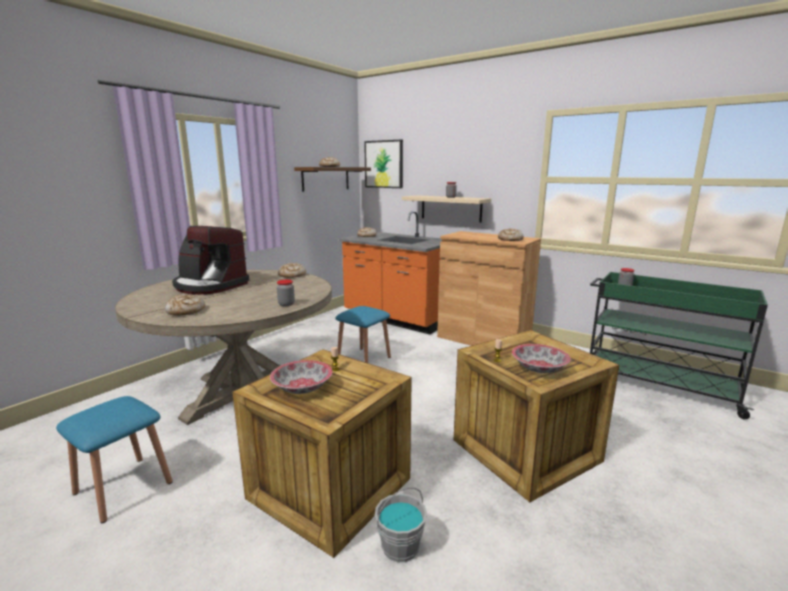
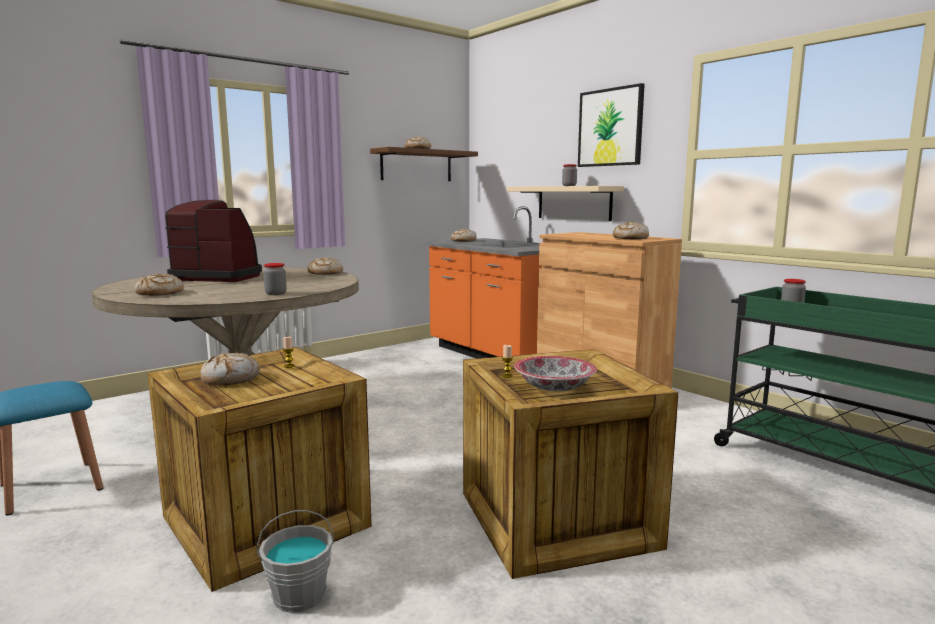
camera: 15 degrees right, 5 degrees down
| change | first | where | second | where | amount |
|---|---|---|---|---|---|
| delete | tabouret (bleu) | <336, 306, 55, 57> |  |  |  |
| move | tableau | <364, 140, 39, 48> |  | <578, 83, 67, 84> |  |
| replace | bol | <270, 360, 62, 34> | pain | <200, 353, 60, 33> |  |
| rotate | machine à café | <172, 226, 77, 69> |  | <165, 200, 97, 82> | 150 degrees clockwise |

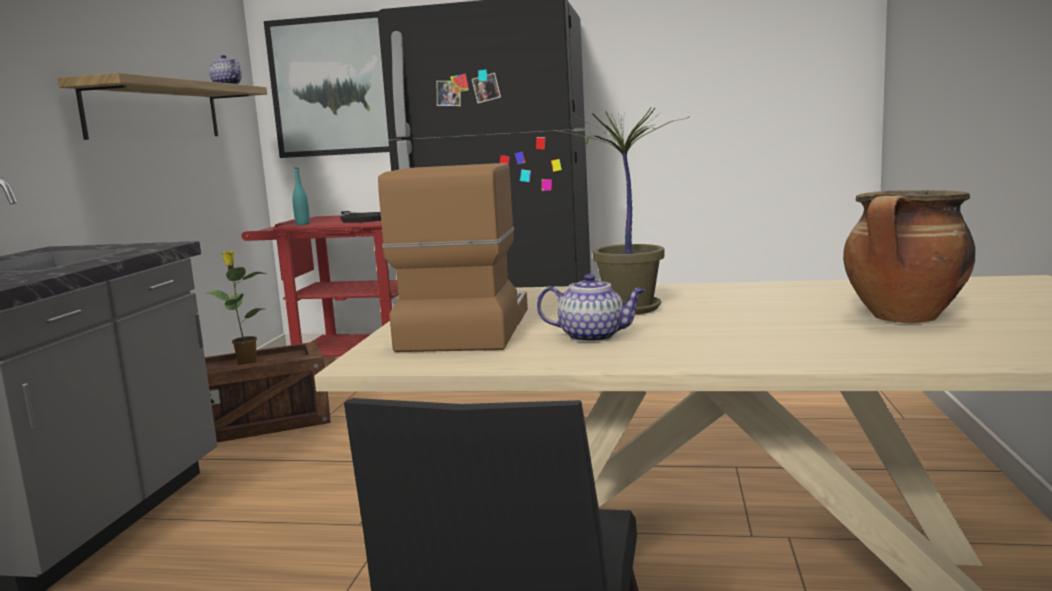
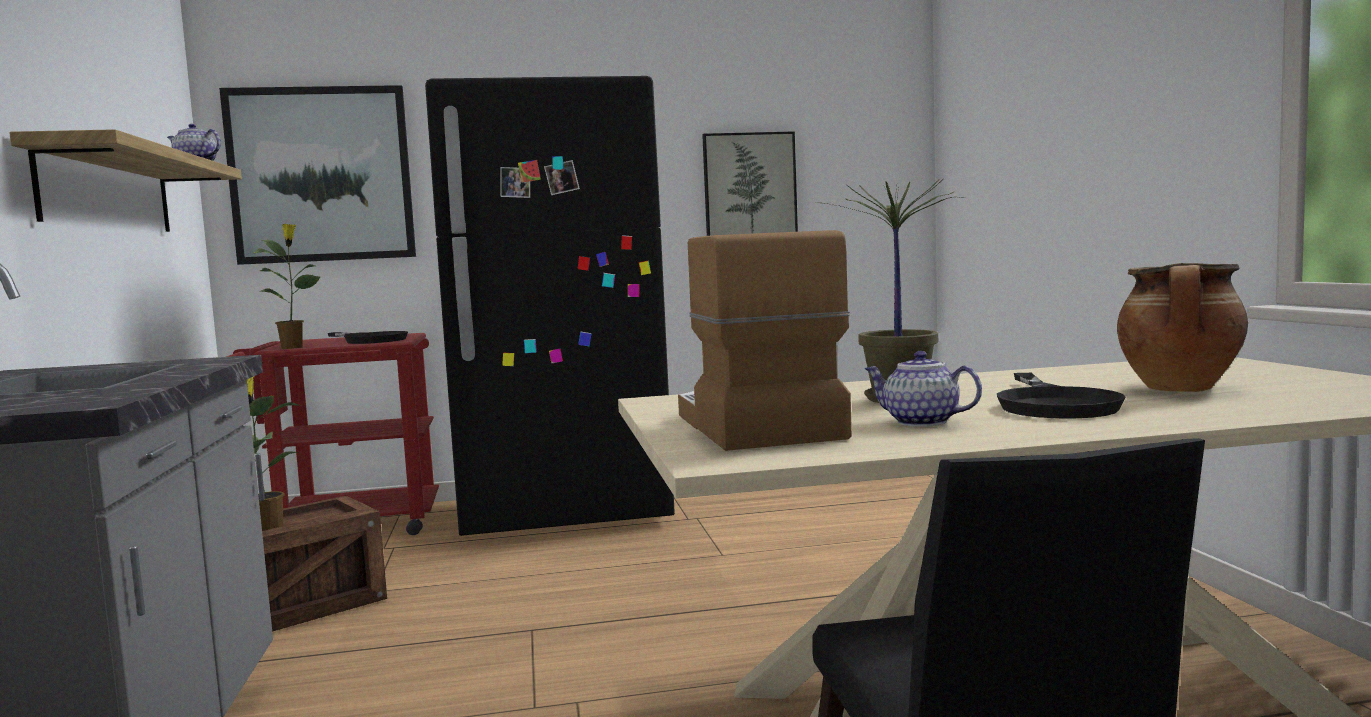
camera: 20 degrees left, 5 degrees down
| change | first | where | second | where | amount |
|---|---|---|---|---|---|
| insert |  |  | tableau | <702, 131, 96, 105> |  |
| insert |  |  | poêle (noir) | <997, 373, 128, 46> |  |
| replace | bouteille (turquoise) | <292, 168, 18, 57> | plante en pot | <254, 224, 66, 125> |  |
| rotate | théière | <537, 273, 108, 69> |  | <865, 351, 117, 76> | 135 degrees counterclockwise |

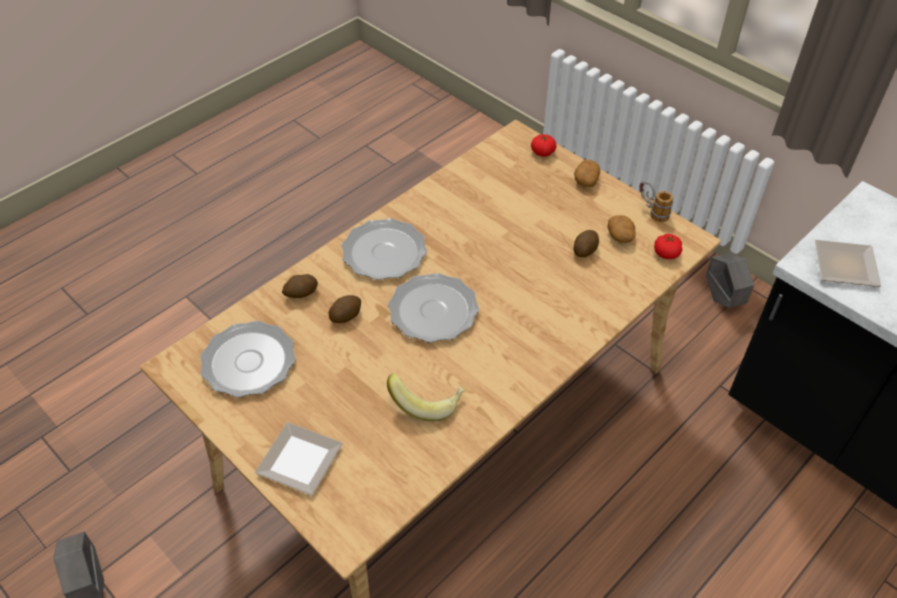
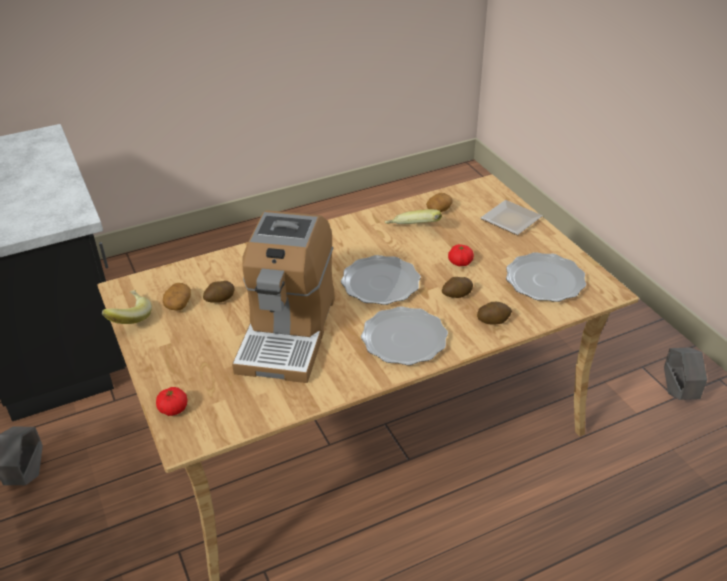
camera: 160 degrees left, 10 degrees down
| change | first | where | second | where | amount |
|---|---|---|---|---|---|
| delete | assiette | <815, 240, 66, 47> |  |  |  |
| insert |  |  | machine à café | <232, 210, 103, 173> |  |
| move | pomme de terre | <574, 159, 26, 28> |  | <426, 193, 26, 19> |  |
| move | tomate | <654, 234, 28, 25> |  | <448, 244, 26, 22> |  |
| replace | mug | <639, 181, 34, 41> | banane | <102, 290, 50, 34> |  |

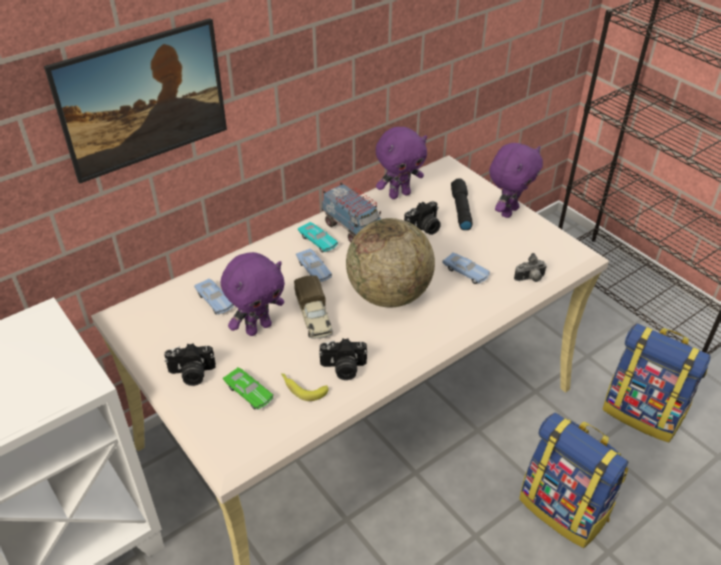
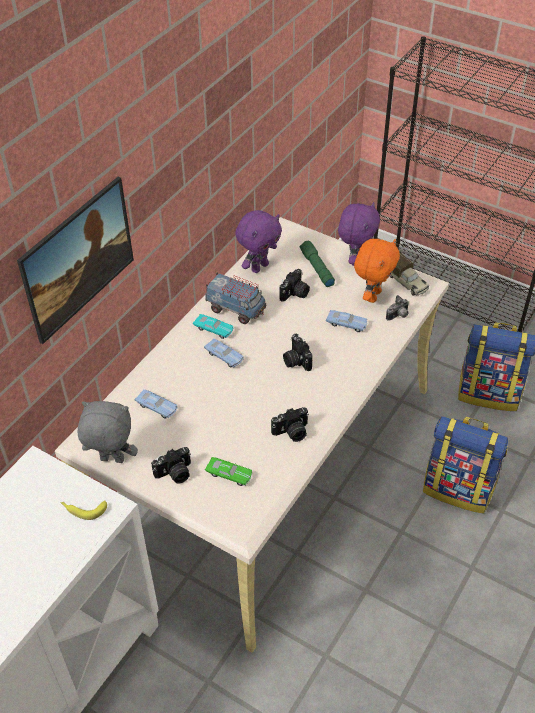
camera: 20 degrees left, 5 degrees up
| change | first | where | second | where | amount |
|---|---|---|---|---|---|
| delete | peluche (violet) | <221, 252, 64, 84> |  |  |  |
| insert |  |  | peluche (gris) | <78, 401, 60, 62> |  |
| insert |  |  | peluche (orange) | <354, 239, 46, 64> |  |
| move | banane | <281, 373, 47, 28> |  | <60, 500, 47, 20> |  |
| move | camion jouet | <294, 275, 39, 64> |  | <389, 252, 40, 44> |  |
| replace | globe | <346, 218, 89, 90> | appareil photo | <283, 334, 30, 37> |  |
| recolor | lampe de poche (noir) | <451, 178, 22, 52> | lampe de poche (vert) | <300, 241, 35, 46> |  |

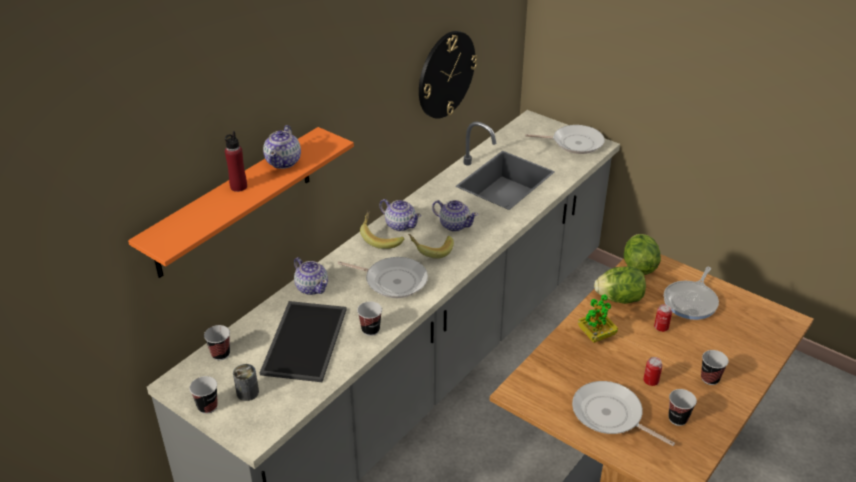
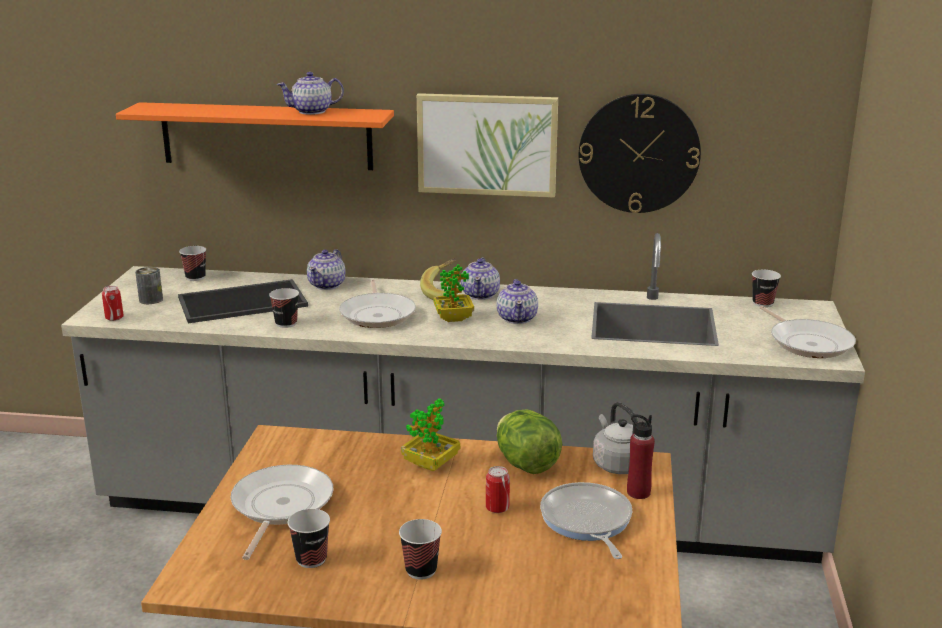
camera: 60 degrees right, 15 degrees down
| change | first | where | second | where | amount |
|---|---|---|---|---|---|
| insert |  |  | tableau | <417, 93, 141, 105> |  |
| move | tasse | <189, 376, 29, 38> |  | <752, 270, 29, 37> |  |
| move | bouteille (rouge) | <225, 131, 22, 61> |  | <627, 415, 28, 84> |  |
| move | boîte métallique | <643, 357, 19, 29> |  | <102, 286, 22, 35> |  |
| replace | banane | <408, 234, 46, 25> | plante en pot | <433, 264, 41, 58> |  |
| replace | laitue | <624, 234, 37, 41> | bouilloire (gris) | <593, 402, 45, 72> |  |
| rotate | poêle | <664, 267, 55, 53> |  | <540, 482, 92, 77> | 75 degrees clockwise |

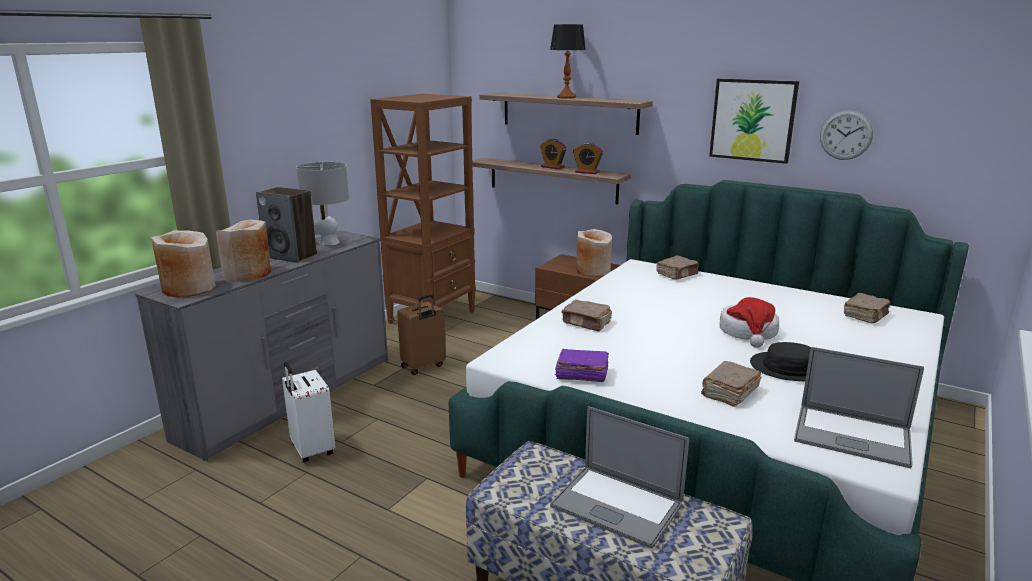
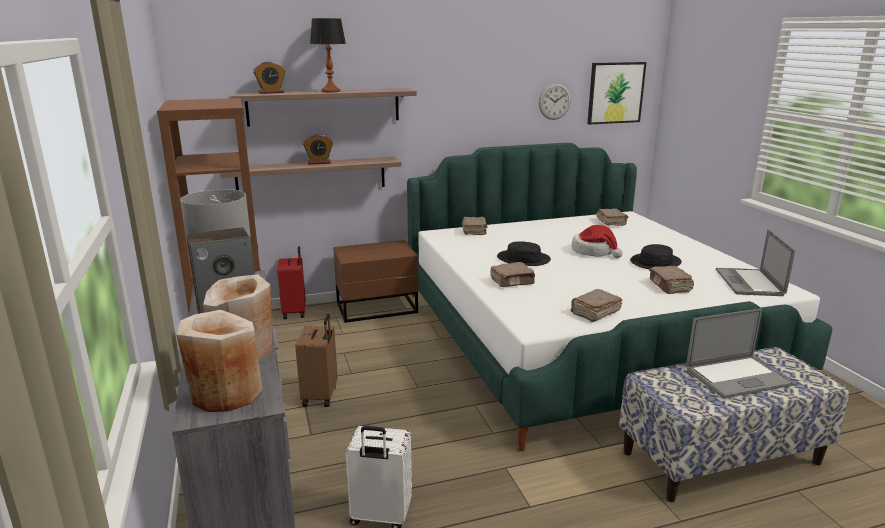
camera: 50 degrees left, 0 degrees up
| change | first | where | second | where | amount |
|---|---|---|---|---|---|
| delete | vase (beige) | <576, 229, 36, 48> |  |  |  |
| insert |  |  | valise (rouge) | <277, 246, 29, 73> |  |
| insert |  |  | chapeau (noir) | <497, 241, 54, 25> |  |
| move | réveil | <573, 143, 30, 31> |  | <253, 61, 32, 33> |  |
| move | tableau | <709, 79, 90, 85> |  | <587, 62, 60, 63> |  |
| recolor | livre (violet) | <555, 349, 54, 33> | livre (marron) | <571, 289, 51, 33> |  |
| rotate | ordinateur portable | <794, 347, 130, 121> |  | <716, 229, 79, 67> | 120 degrees clockwise |

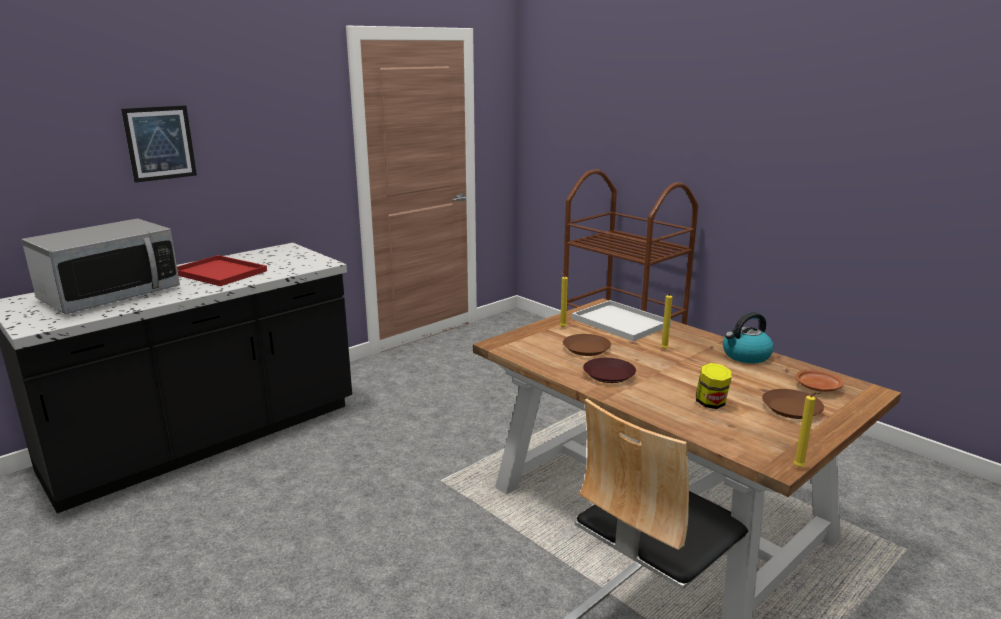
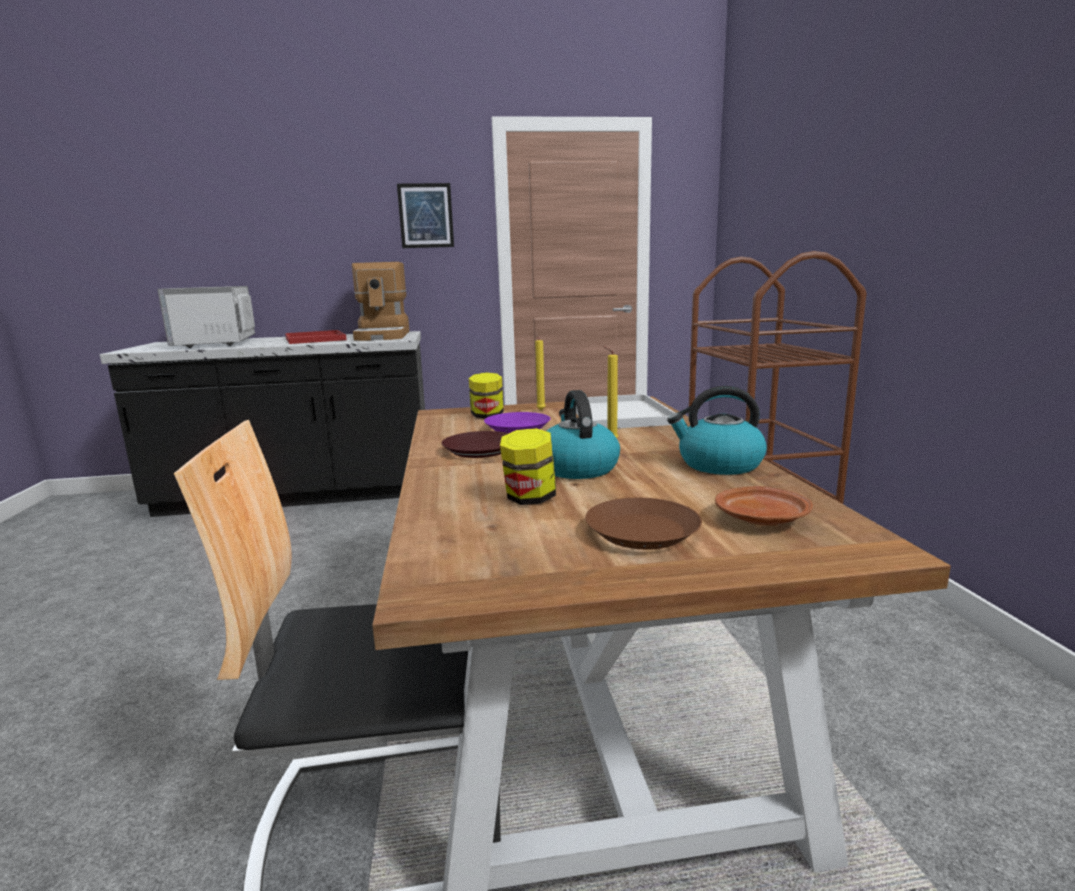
camera: 35 degrees right, 5 degrees down
| change | first | where | second | where | amount |
|---|---|---|---|---|---|
| delete | bougie (jaune) | <794, 392, 27, 75> |  |  |  |
| insert |  |  | machine à café | <352, 262, 57, 79> |  |
| insert |  |  | bocal | <469, 372, 35, 47> |  |
| insert |  |  | bouilloire | <547, 390, 73, 89> |  |
| move | tableau | <121, 105, 76, 78> |  | <397, 183, 57, 65> |  |
| recolor | assiette (marron) | <563, 334, 48, 22> | assiette (violet) | <484, 412, 67, 21> |  |
| rotate | micro-ondes | <22, 219, 158, 95> |  | <157, 286, 98, 62> | 90 degrees clockwise |

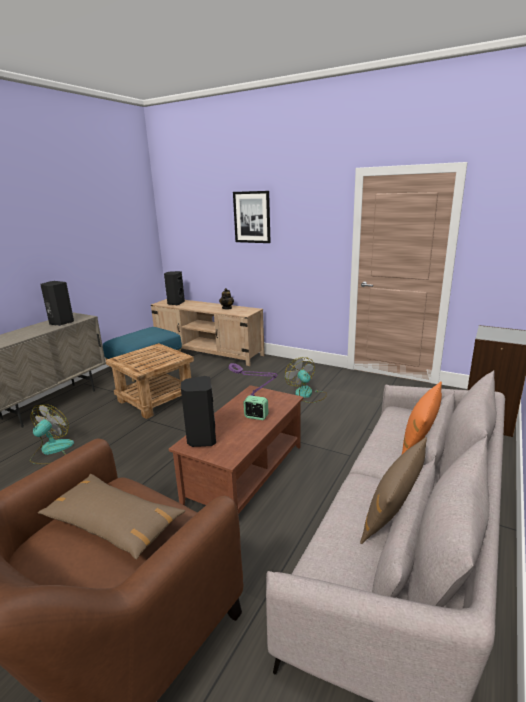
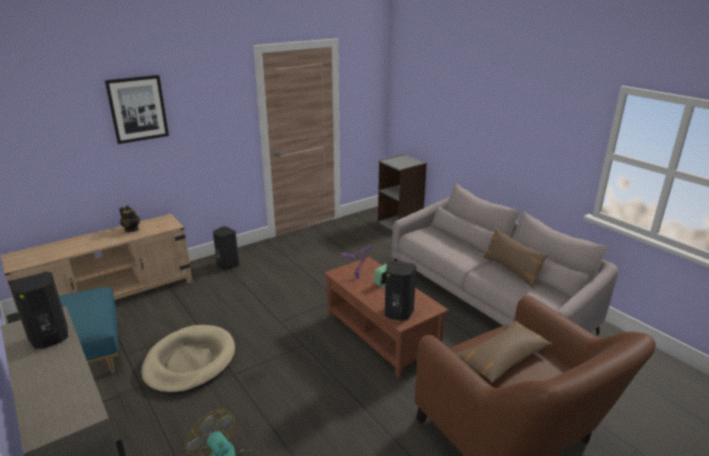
camera: 65 degrees left, 5 degrees up
| change | first | where | second | where | amount |
|---|---|---|---|---|---|
| delete | ventilateur | <285, 357, 42, 46> |  |  |  |
| delete | coussin (orange) | <402, 382, 40, 72> |  |  |  |
| move | enceinte (noir) | <164, 271, 21, 34> |  | <213, 226, 26, 44> |  |
| replace | table d'appoint (marron) | <106, 343, 88, 76> | panier pour chien (beige) | <141, 325, 94, 69> |  |

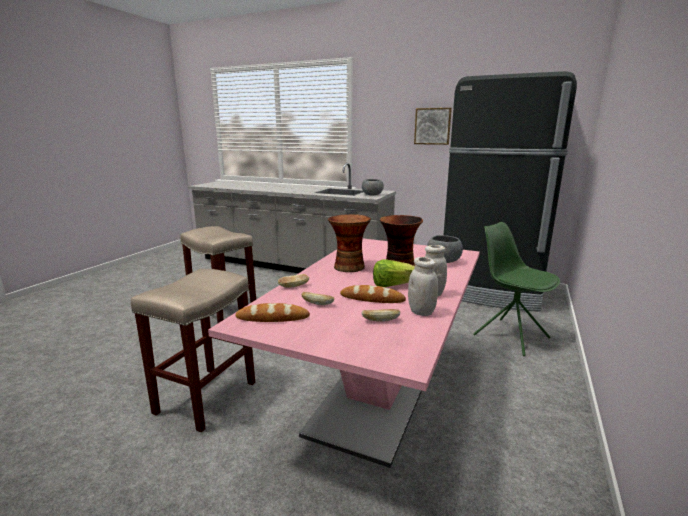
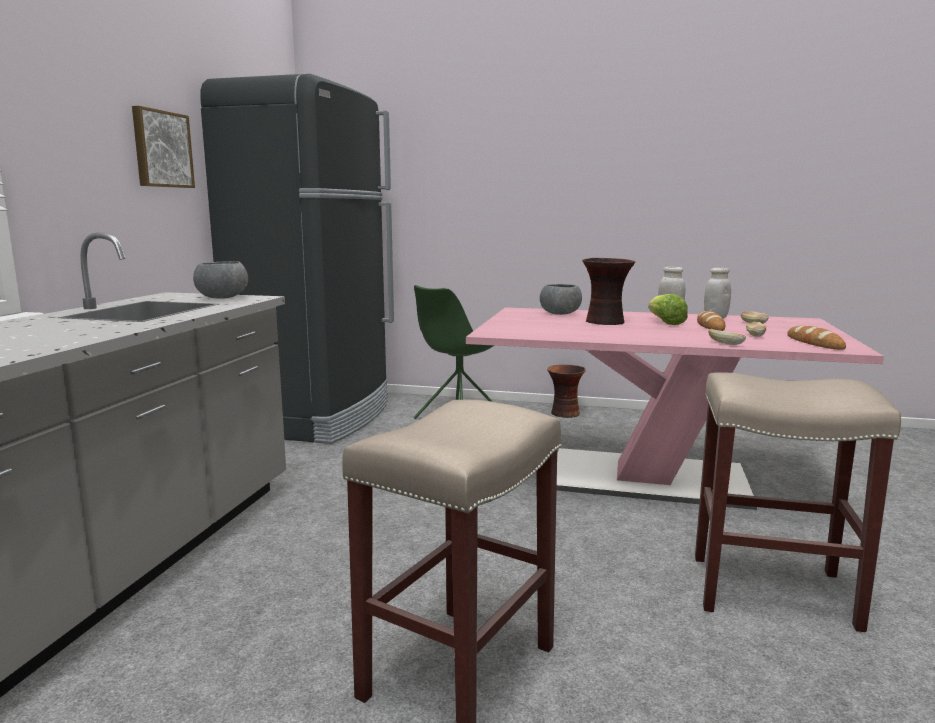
camera: 100 degrees left, 5 degrees down
| change | first | where | second | where | amount |
|---|---|---|---|---|---|
| move | vase | <328, 214, 43, 58> |  | <547, 365, 39, 53> |  |

